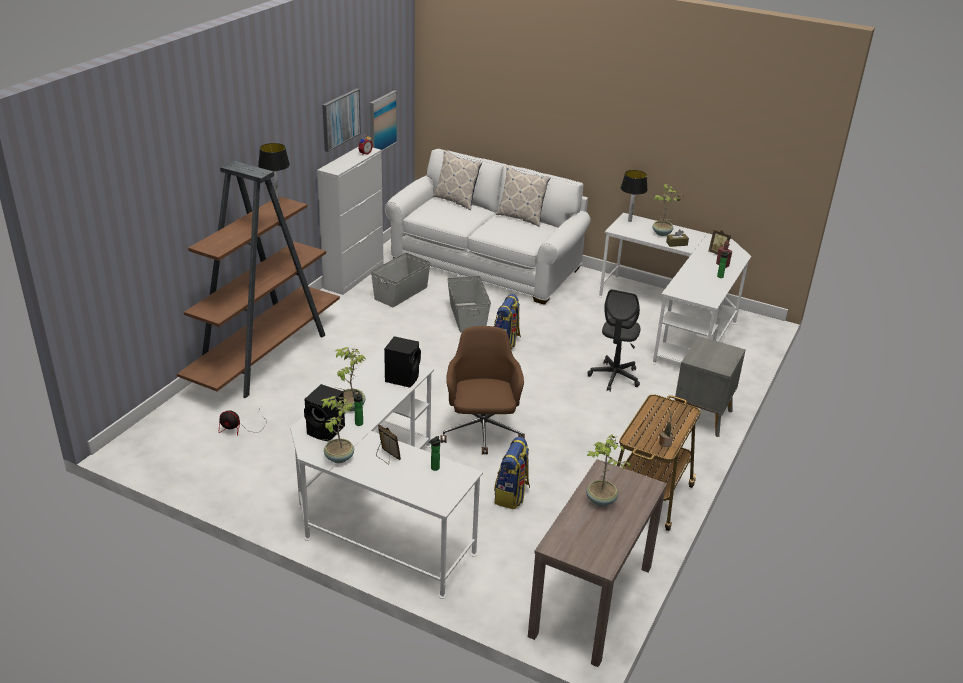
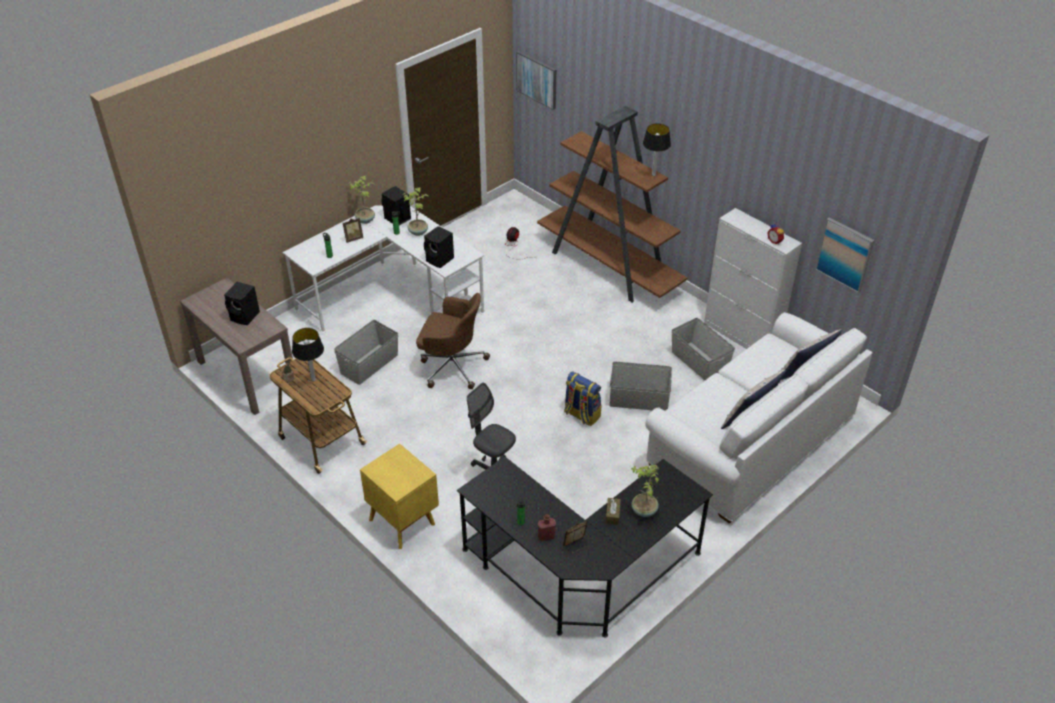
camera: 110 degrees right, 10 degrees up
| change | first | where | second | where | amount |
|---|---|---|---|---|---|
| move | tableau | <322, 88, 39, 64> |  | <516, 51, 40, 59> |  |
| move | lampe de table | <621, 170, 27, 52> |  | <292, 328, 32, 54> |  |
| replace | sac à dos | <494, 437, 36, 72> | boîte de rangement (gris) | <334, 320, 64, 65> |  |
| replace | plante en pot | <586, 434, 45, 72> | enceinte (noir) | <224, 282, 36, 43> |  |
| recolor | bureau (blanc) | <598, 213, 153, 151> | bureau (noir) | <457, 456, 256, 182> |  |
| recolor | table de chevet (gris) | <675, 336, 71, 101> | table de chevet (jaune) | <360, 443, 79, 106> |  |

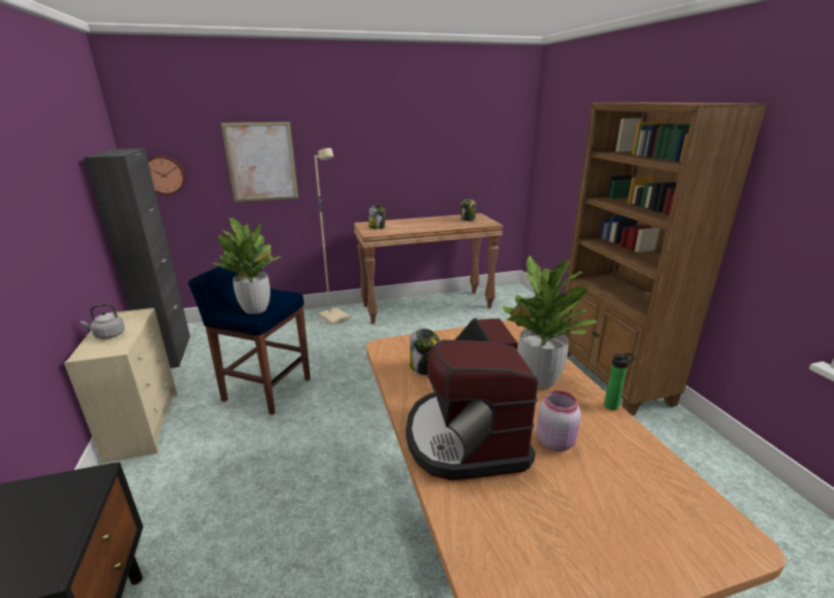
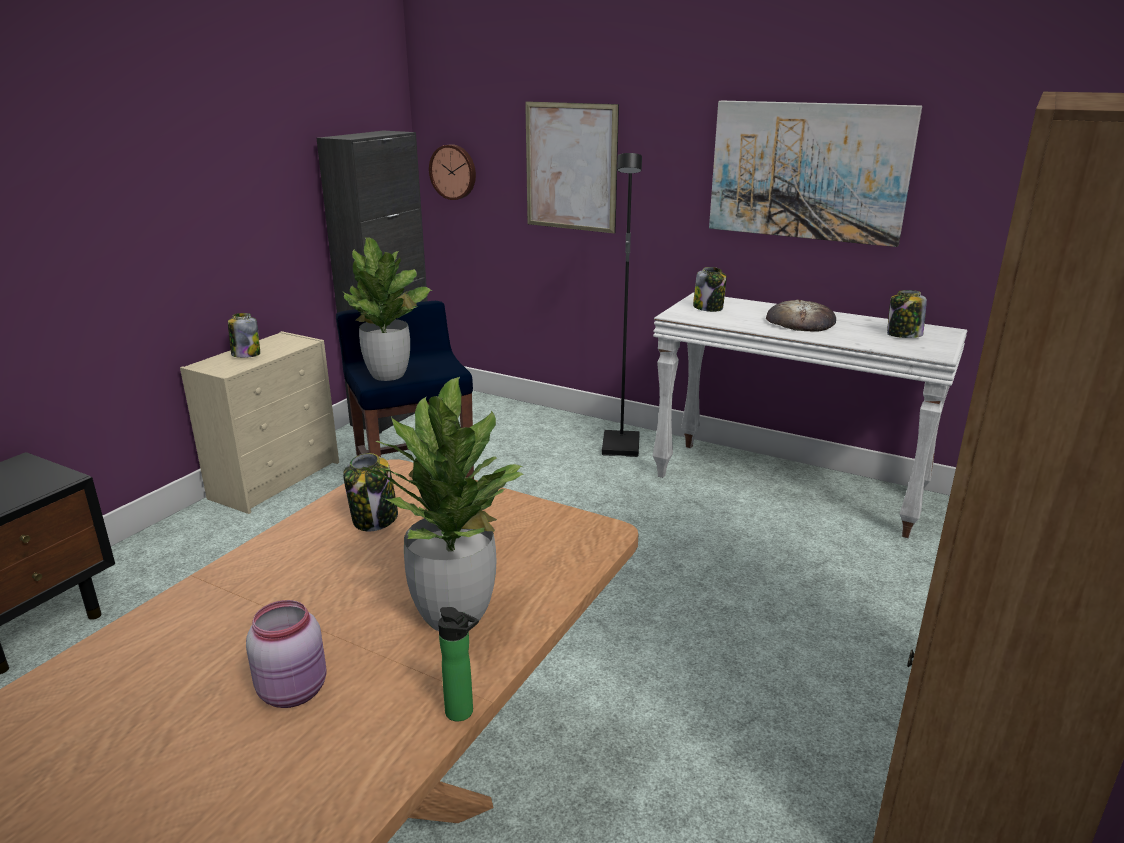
camera: 45 degrees right, 0 degrees up
| change | first | where | second | where | amount |
|---|---|---|---|---|---|
| delete | machine à café | <406, 318, 132, 162> |  |  |  |
| insert |  |  | tableau | <709, 101, 213, 146> |  |
| insert |  |  | pain | <766, 299, 70, 33> |  |
| replace | bouilloire (gris) | <80, 303, 45, 36> | bocal | <228, 313, 32, 45> |  |
| recolor | lampadaire (beige) | <314, 148, 36, 177> | lampadaire (noir) | <602, 153, 40, 304> |  |
| recolor | table console (marron) | <354, 213, 149, 111> | table console (blanc) | <653, 292, 314, 247> |  |

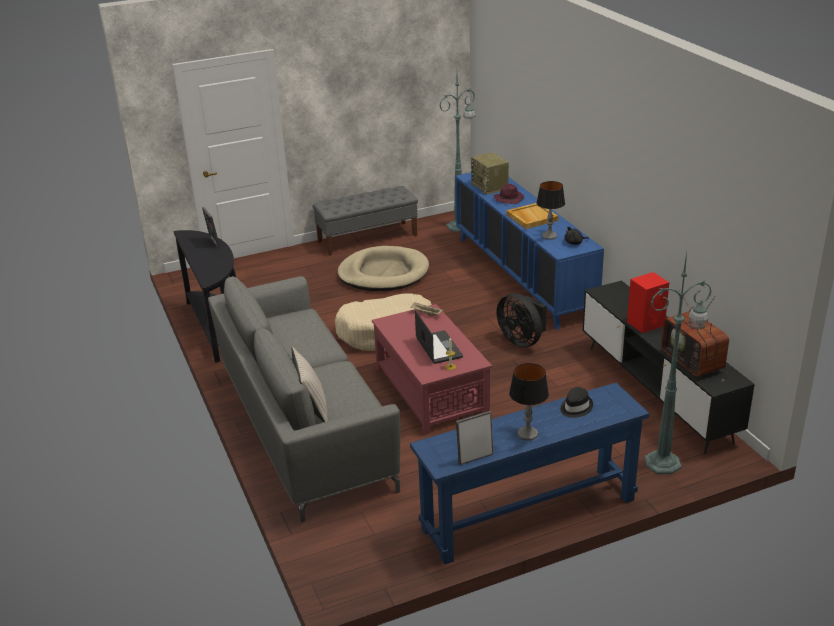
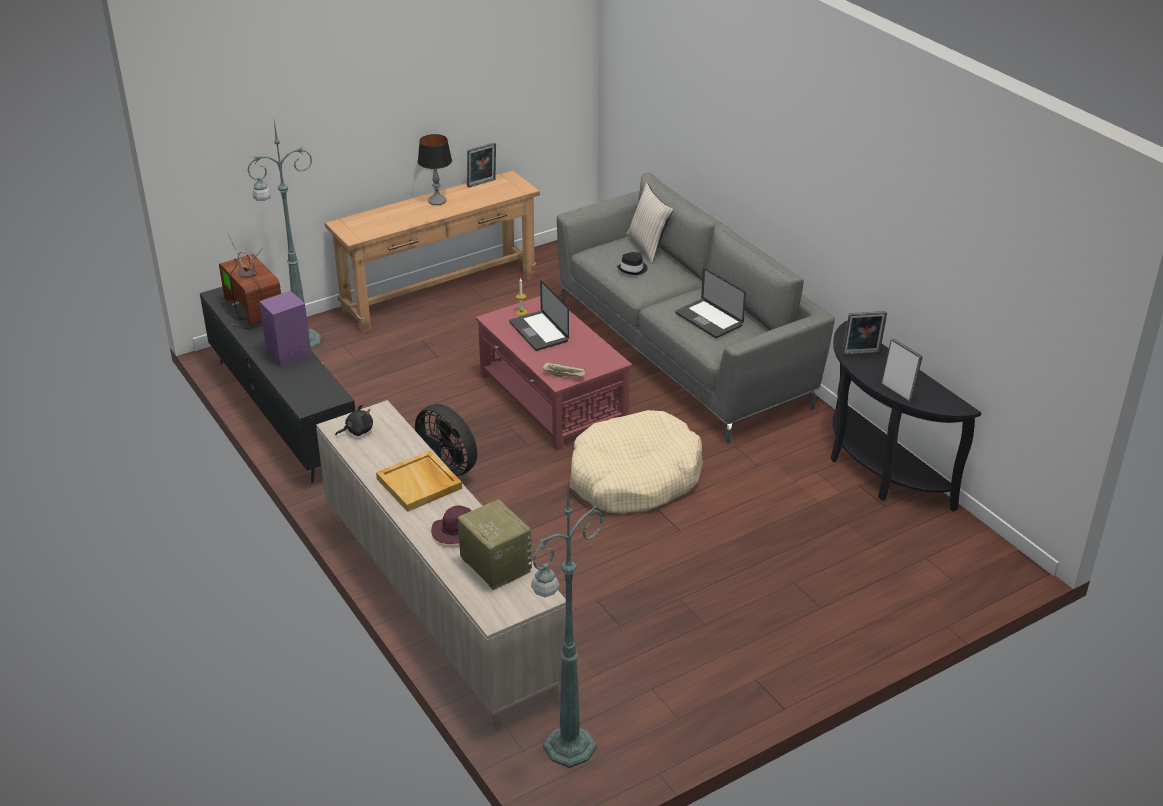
camera: 170 degrees right, 5 degrees up
| change | first | where | second | where | amount |
|---|---|---|---|---|---|
| delete | banc (gris) | <313, 186, 105, 70> |  |  |  |
| delete | panier pour chien (beige) | <338, 246, 91, 45> |  |  |  |
| delete | lampe de table | <537, 181, 28, 59> |  |  |  |
| insert |  |  | ordinateur portable | <675, 268, 71, 70> |  |
| insert |  |  | cadre photo | <842, 311, 45, 44> |  |
| move | chapeau (noir) | <560, 387, 33, 31> |  | <617, 252, 31, 23> |  |
| recolor | table console (bleu) | <410, 383, 240, 182> | table console (marron) | <325, 170, 215, 162> |  |
| recolor | meuble de rangement (bleu) | <455, 172, 149, 158> | meuble de rangement (beige) | <316, 400, 250, 330> |  |
| recolor | enceinte (rouge) | <627, 272, 42, 61> | enceinte (violet) | <259, 291, 53, 76> |  |

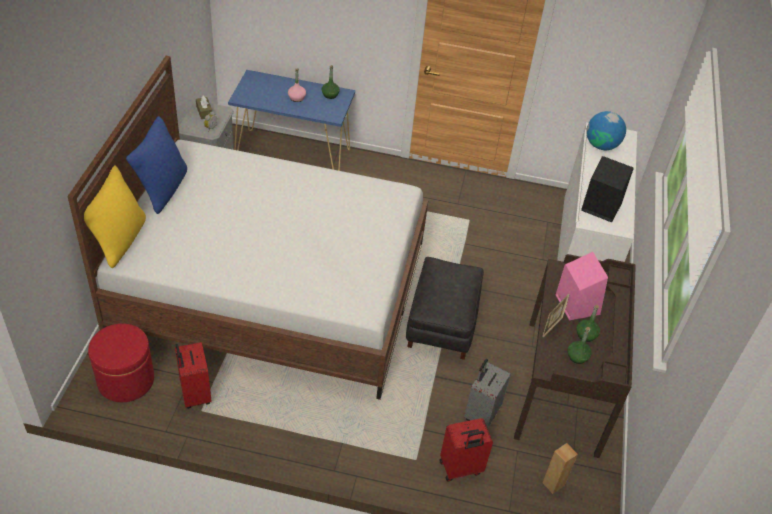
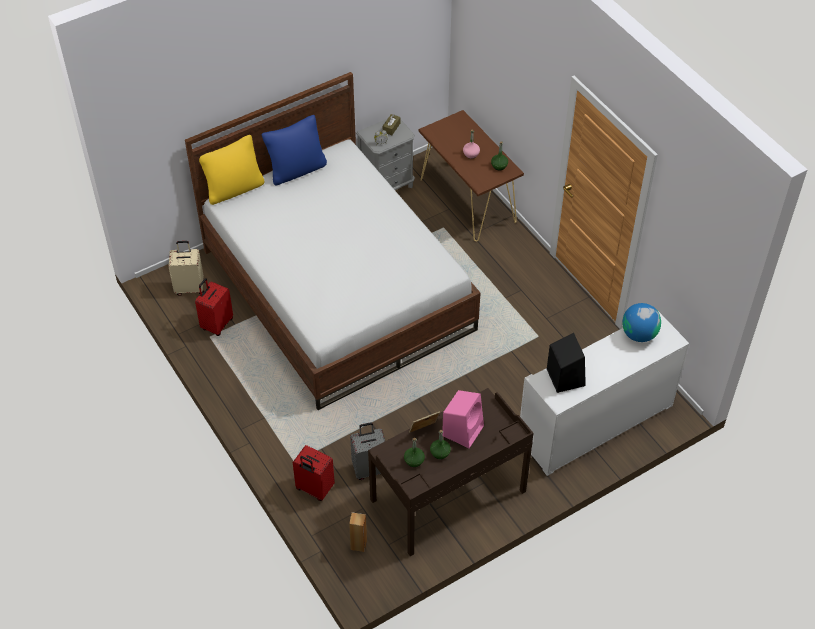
camera: 50 degrees right, 5 degrees up
| change | first | where | second | where | amount |
|---|---|---|---|---|---|
| delete | pouf (noir) | <406, 257, 78, 103> |  |  |  |
| replace | pouf (rouge) | <88, 324, 66, 78> | valise (beige) | <168, 241, 36, 55> |  |
| recolor | table console (bleu) | <228, 70, 127, 101> | table console (marron) | <418, 110, 106, 132> |  |

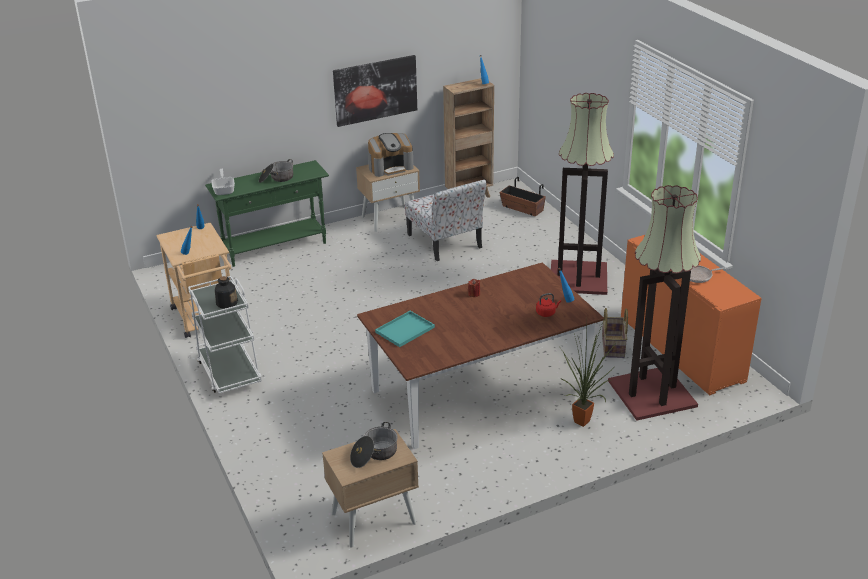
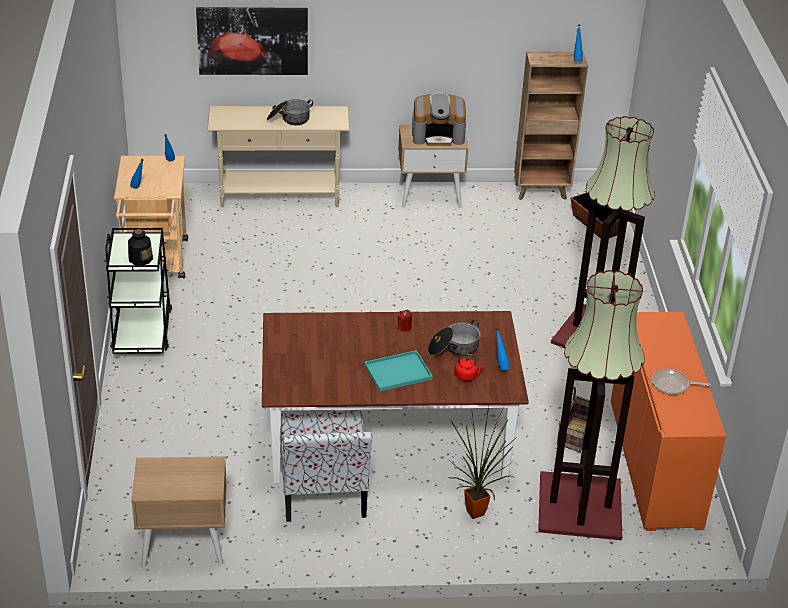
camera: 20 degrees right, 5 degrees up
| change | first | where | second | where | amount |
|---|---|---|---|---|---|
| delete | poêle | <211, 169, 24, 26> |  |  |  |
| move | tableau | <333, 55, 84, 72> |  | <196, 7, 112, 68> |  |
| move | marmite | <350, 422, 48, 46> |  | <428, 320, 53, 36> |  |
| move | plateau (turquoise) | <375, 311, 60, 36> |  | <364, 350, 69, 42> |  |
| move | chaise | <405, 179, 82, 82> |  | <280, 410, 92, 112> |  |
| recolor | chariot (blanc) | <188, 276, 74, 118> | chariot (noir) | <104, 228, 68, 126> |  |
| recolor | table console (vert) | <205, 160, 124, 107> | table console (beige) | <208, 106, 142, 101> |  |

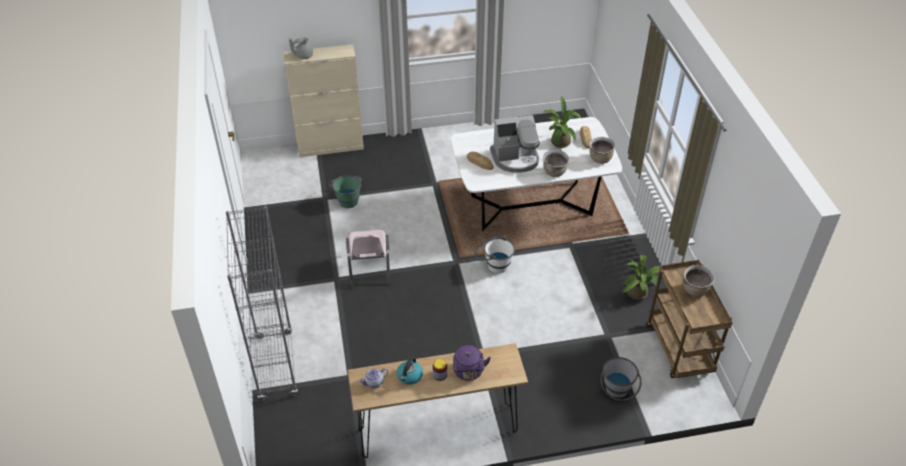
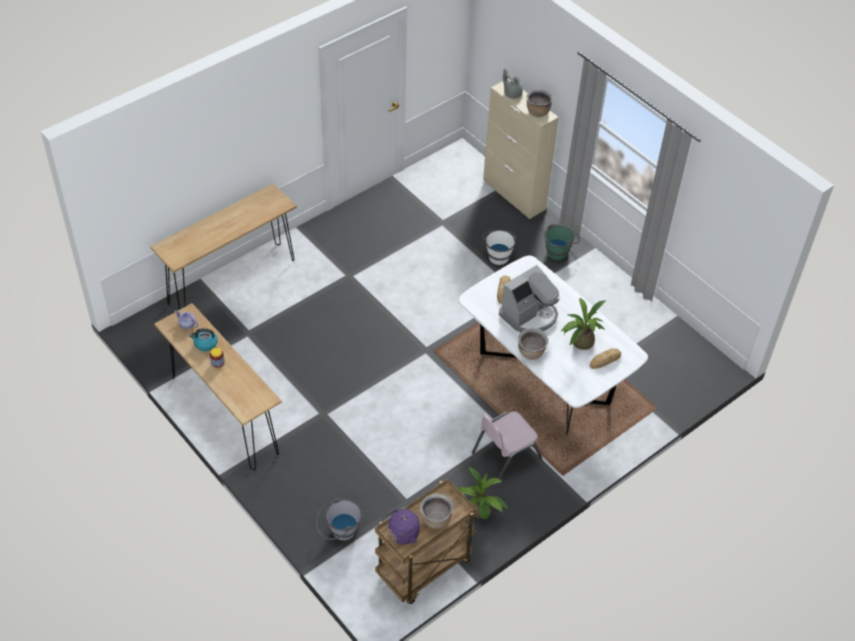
camera: 60 degrees right, 5 degrees up
| change | first | where | second | where | amount |
|---|---|---|---|---|---|
| move | seau (vert) | <329, 175, 33, 33> |  | <544, 224, 37, 36> |  |
| move | chaise (rose) | <346, 230, 44, 58> |  | <472, 411, 70, 68> |  |
| move | bouilloire (violet) | <453, 345, 38, 36> |  | <383, 509, 37, 36> |  |
| move | seau (blanc) | <475, 236, 40, 37> |  | <482, 229, 35, 36> |  |
| move | marmite (marron) | <589, 137, 27, 27> |  | <526, 89, 27, 28> |  |
| replace | bibliothèque (gris) | <226, 206, 72, 195> | table console (marron) | <150, 184, 147, 126> |  |
| rotate | machine à café | <490, 115, 50, 58> |  | <499, 265, 61, 68> | 90 degrees counterclockwise |

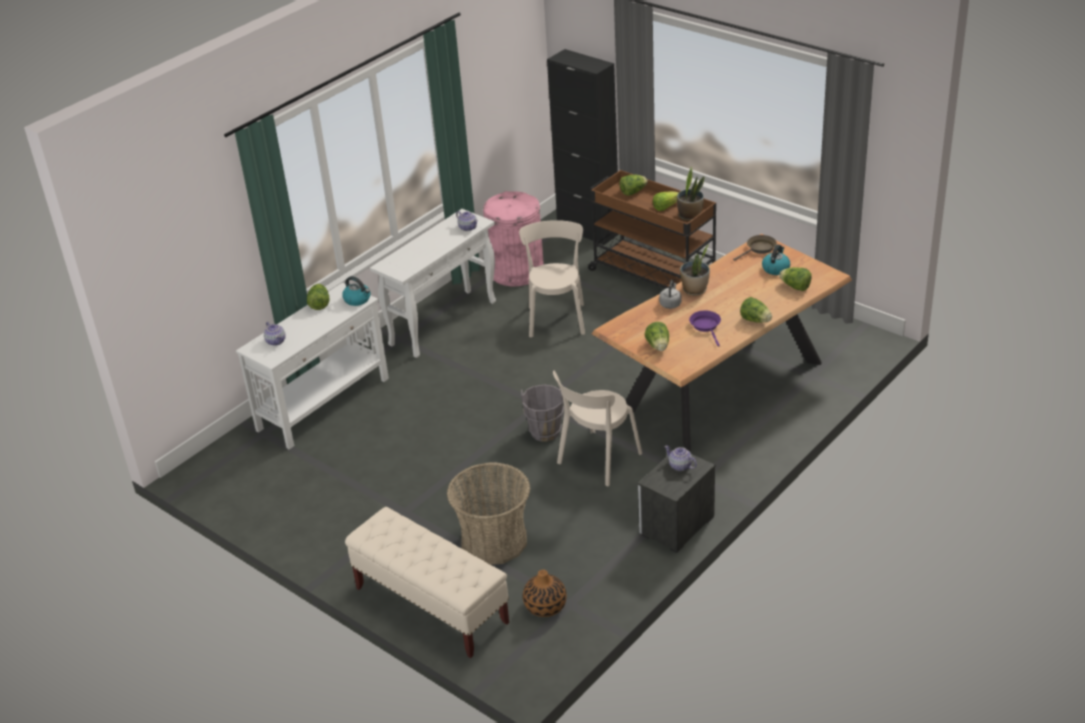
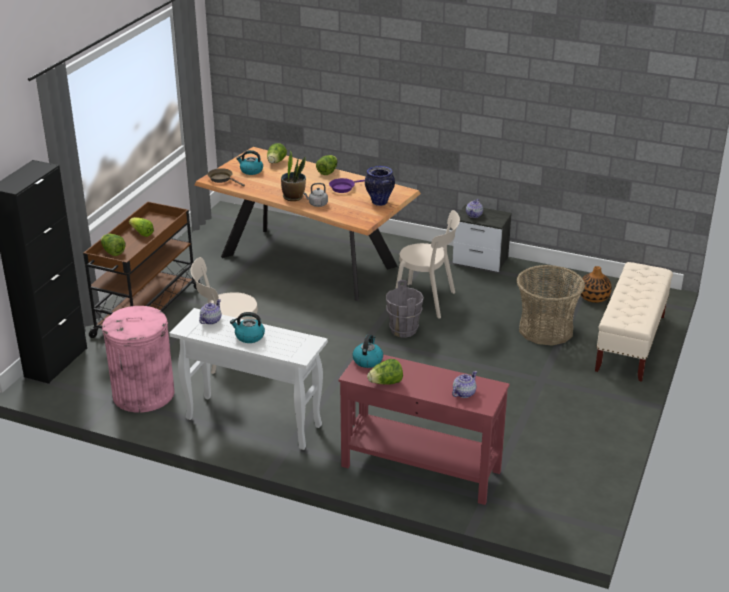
camera: 110 degrees left, 5 degrees down
| change | first | where | second | where | amount |
|---|---|---|---|---|---|
| delete | plante en pot | <677, 167, 27, 54> |  |  |  |
| insert |  |  | bouilloire | <230, 312, 35, 31> |  |
| replace | laitue | <645, 322, 24, 29> | vase | <365, 166, 30, 40> |  |
| recolor | table console (blanc) | <236, 283, 153, 166> | table console (rouge) | <339, 355, 171, 150> |  |

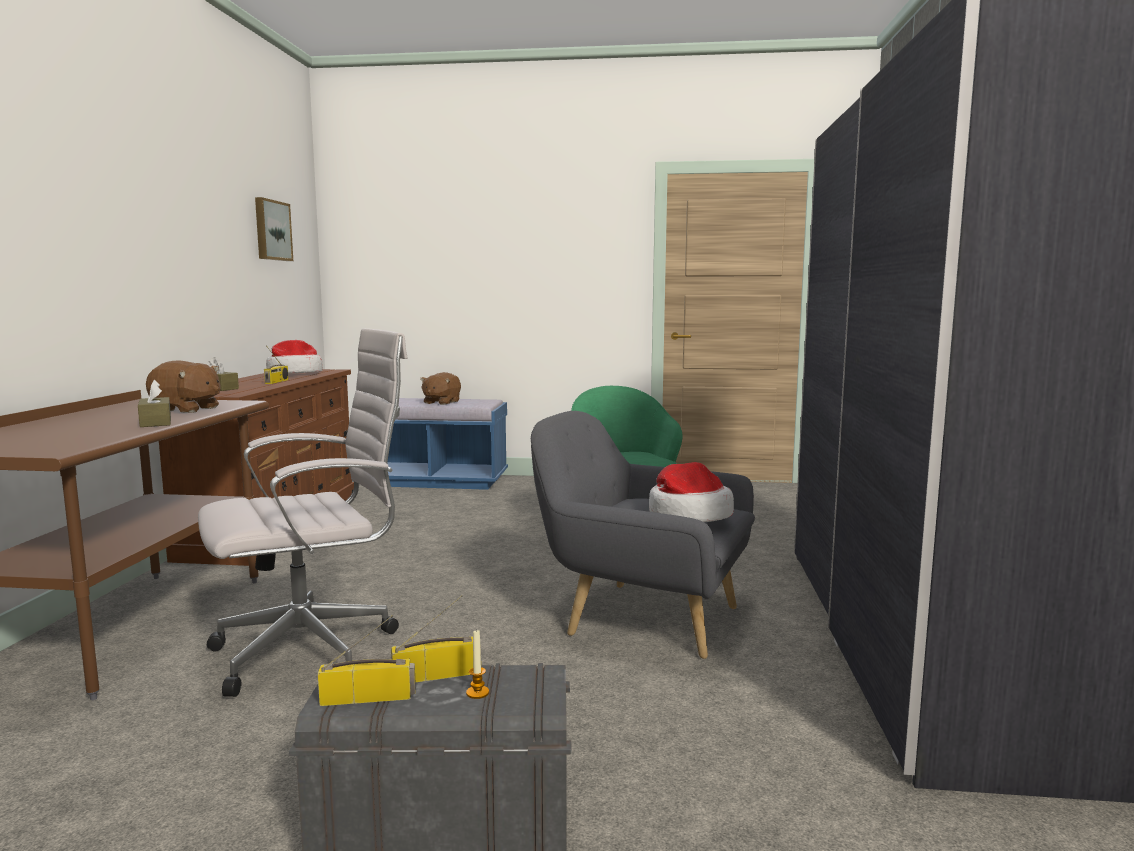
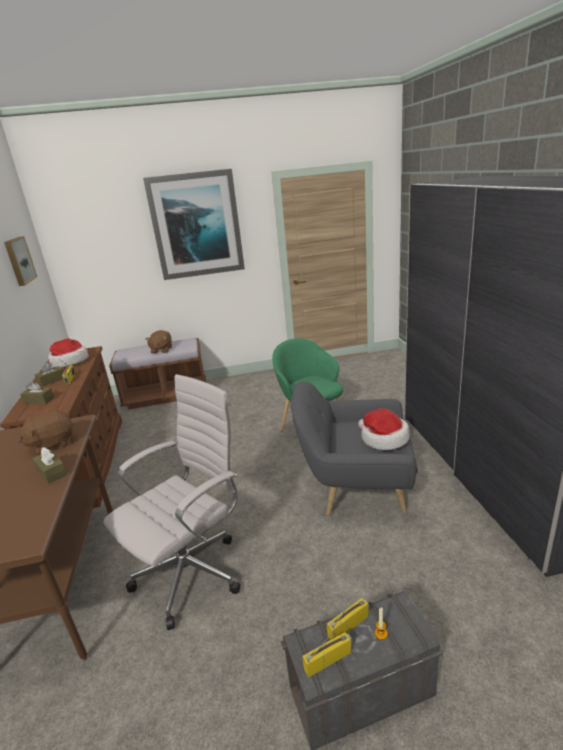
camera: 15 degrees left, 15 degrees up
| change | first | where | second | where | amount |
|---|---|---|---|---|---|
| insert |  |  | boîte à mouchoirs (marron) | <35, 363, 29, 24> |  |
| insert |  |  | tableau | <143, 169, 102, 111> |  |
| recolor | banc (bleu) | <387, 398, 121, 92> | banc (marron) | <109, 338, 97, 72> |  |
| rotate | peluche (marron) | <146, 361, 75, 52> |  | <18, 410, 56, 45> | 150 degrees clockwise |

